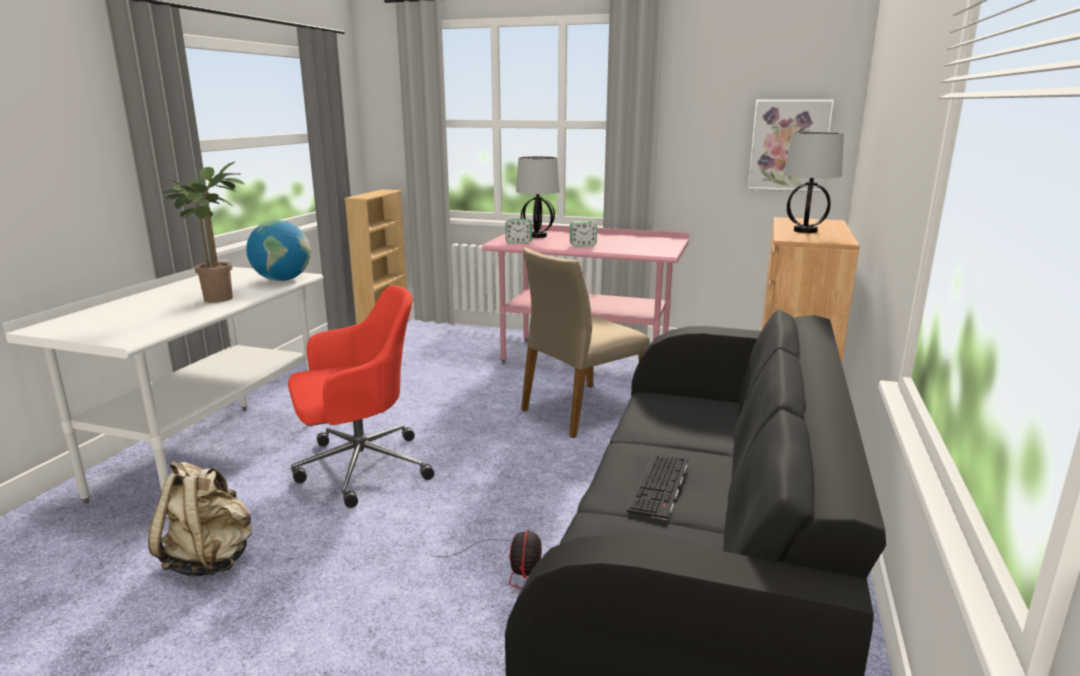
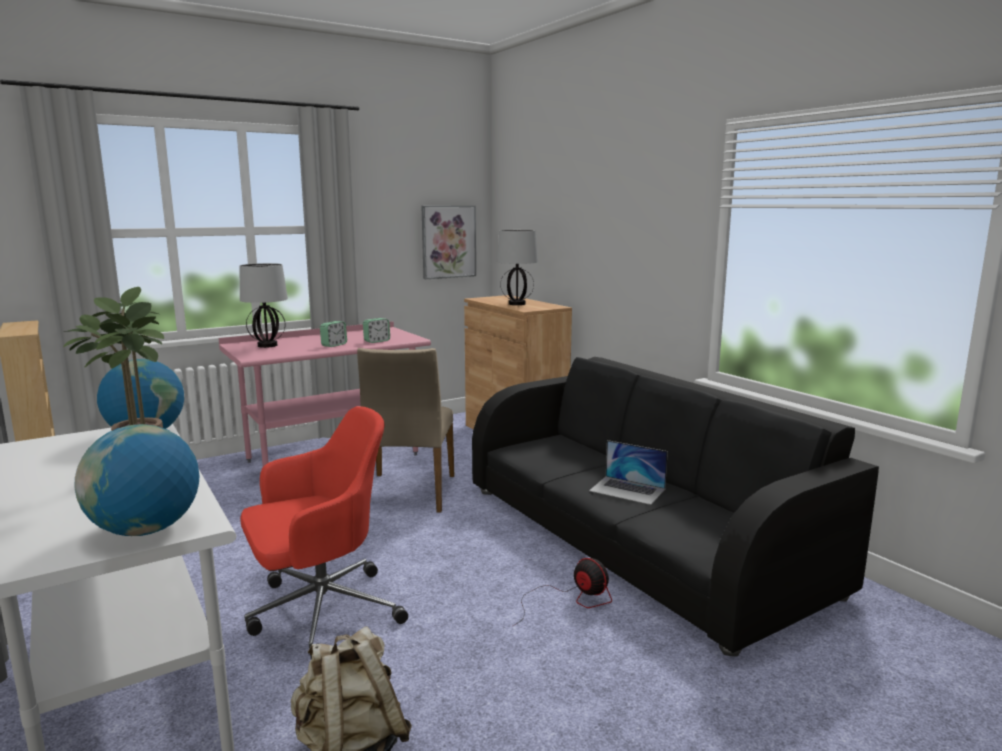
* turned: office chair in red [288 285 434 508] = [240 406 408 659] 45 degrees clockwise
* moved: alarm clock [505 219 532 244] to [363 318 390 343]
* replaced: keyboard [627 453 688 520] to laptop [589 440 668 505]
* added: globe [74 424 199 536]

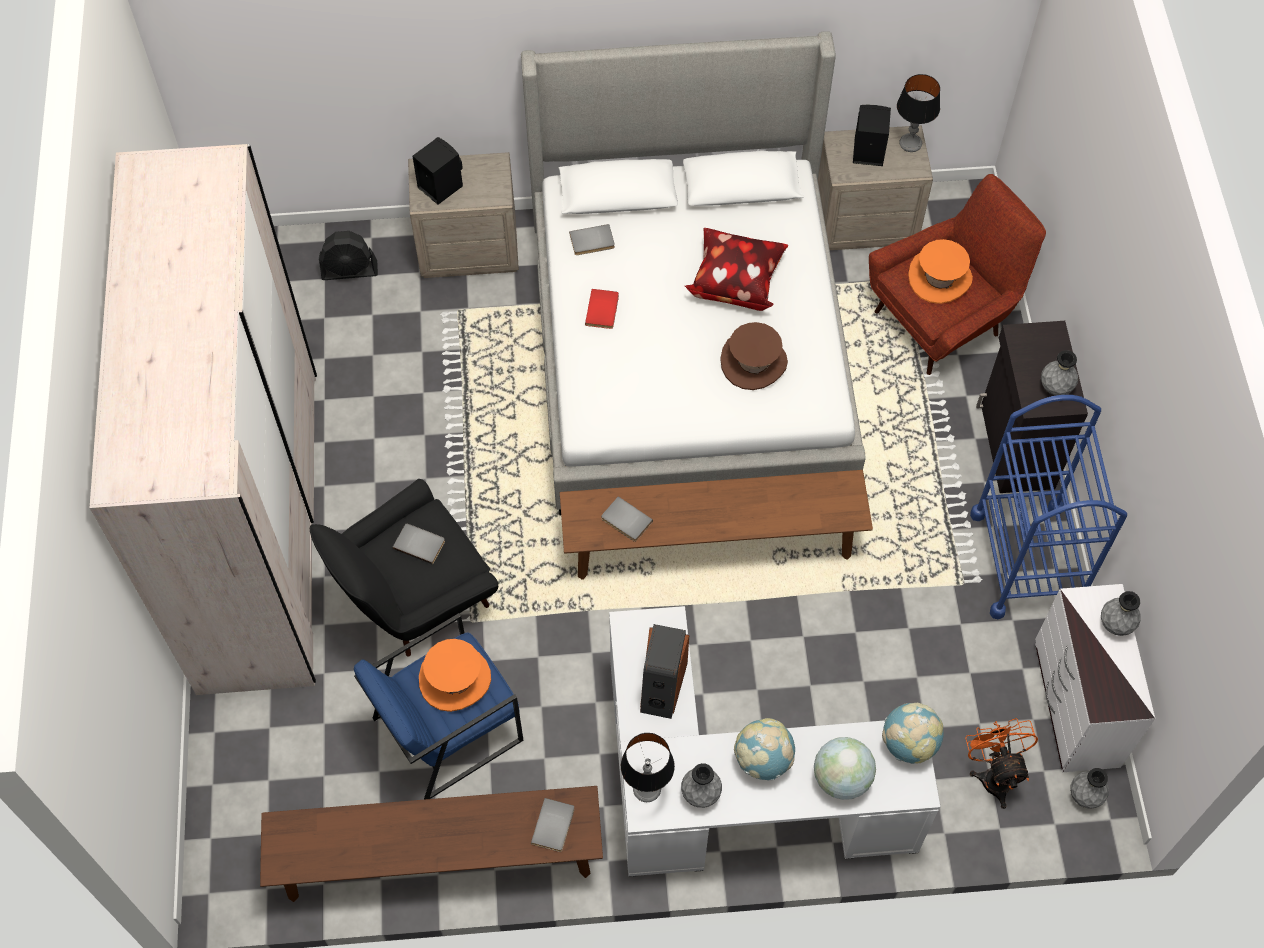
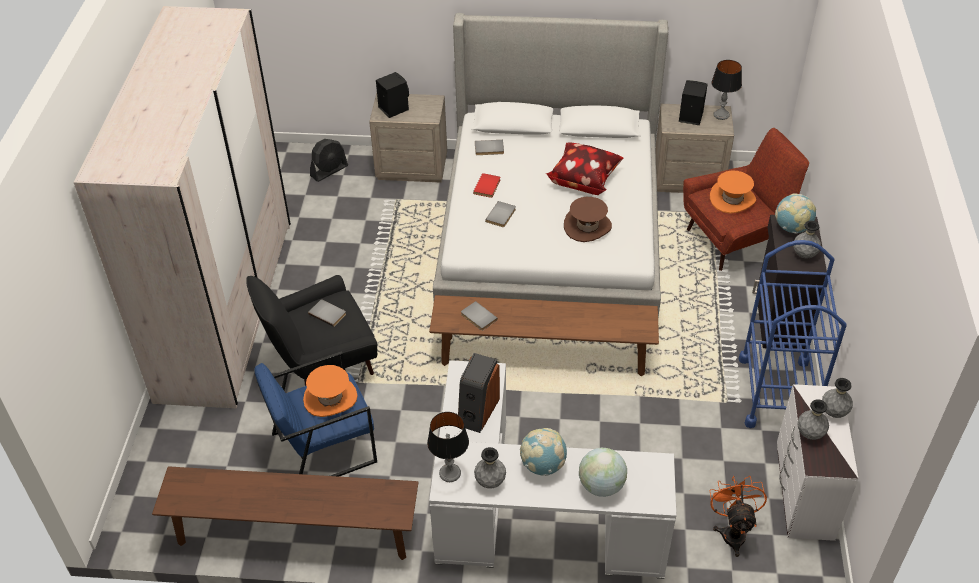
* turned: fan in black [319 231 378 280] = [310 139 348 182] 45 degrees counterclockwise
* moved: book in grey [531 798 575 852] to [485 201 516 227]
* moved: globe [882 703 944 764] to [775 193 816 234]
* moved: vase in grey [1070 768 1109 809] to [797 399 829 440]

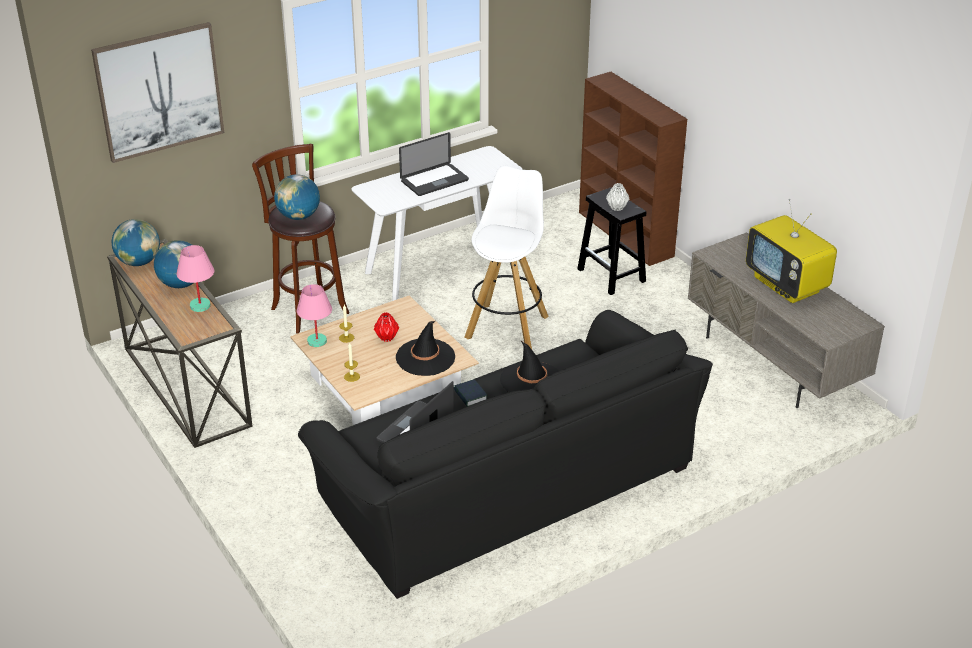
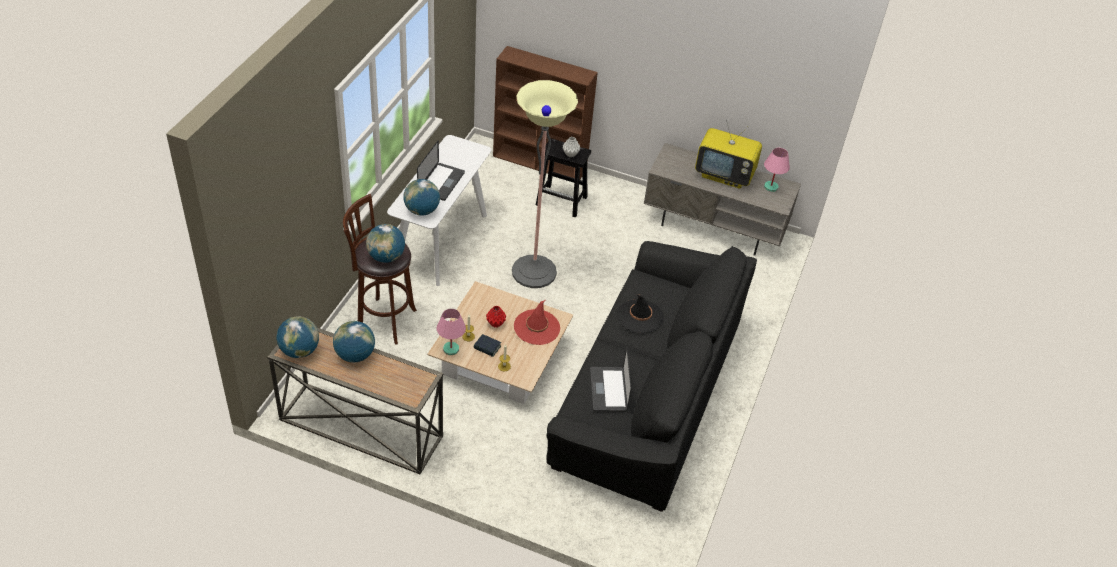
* removed: picture [91 22 224 163]
* moved: table lamp in pink [176 245 214 312] to [764 148 790 192]
* recoloured: hat in black [396 321 455 376] to hat in red [514 300 560 345]
* moved: book [454 379 487 407] to [474 334 501 357]
* replaced: stool in white [465 166 549 349] to floor lamp [512 80 578 288]
* added: globe [403 179 440 216]

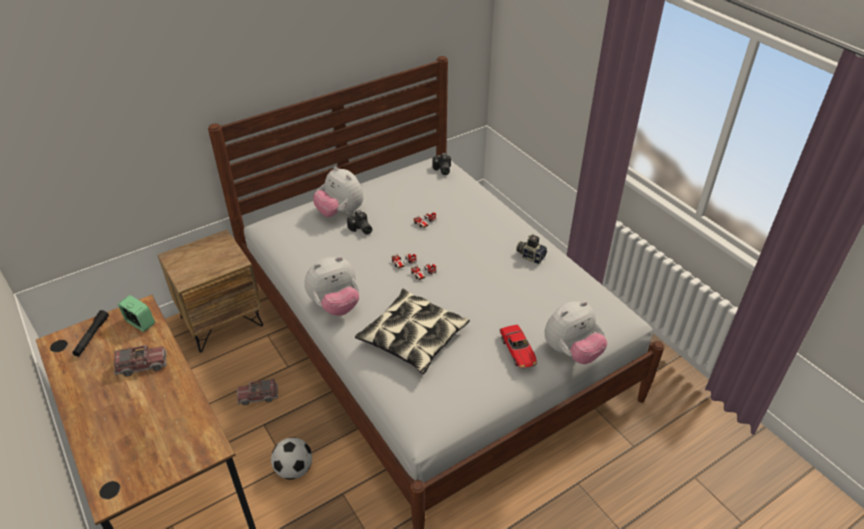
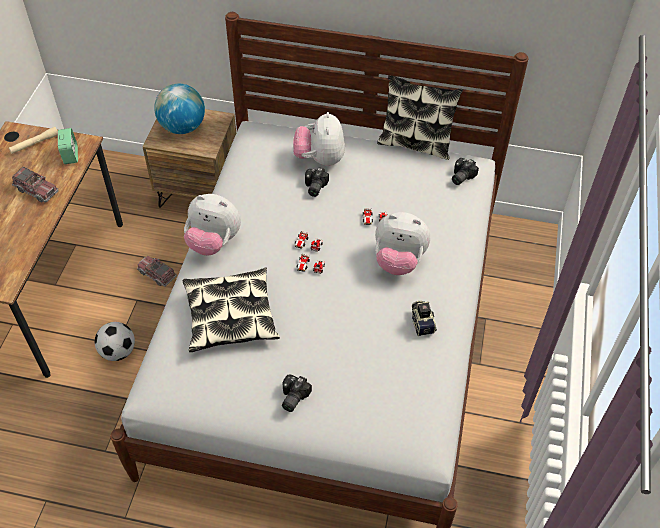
* recoloured: flashlight in black [72 310 109 357] to flashlight in beige [9 127 58 154]
* replaced: toy car [499 325 537 369] to photo camera [282 375 312 412]
* moved: plush toy [544 301 607 364] to [375 212 430 275]
* added: globe [154 84 205 134]
* added: pillow [377 75 463 160]

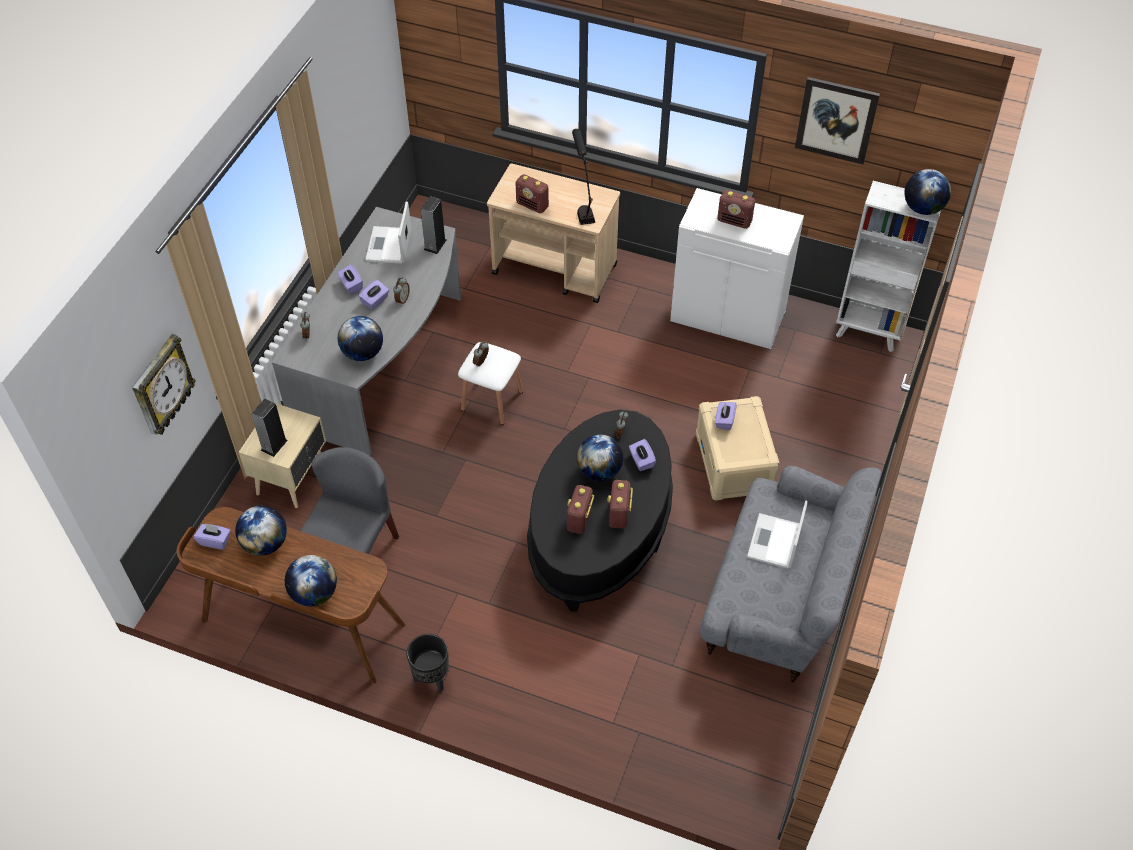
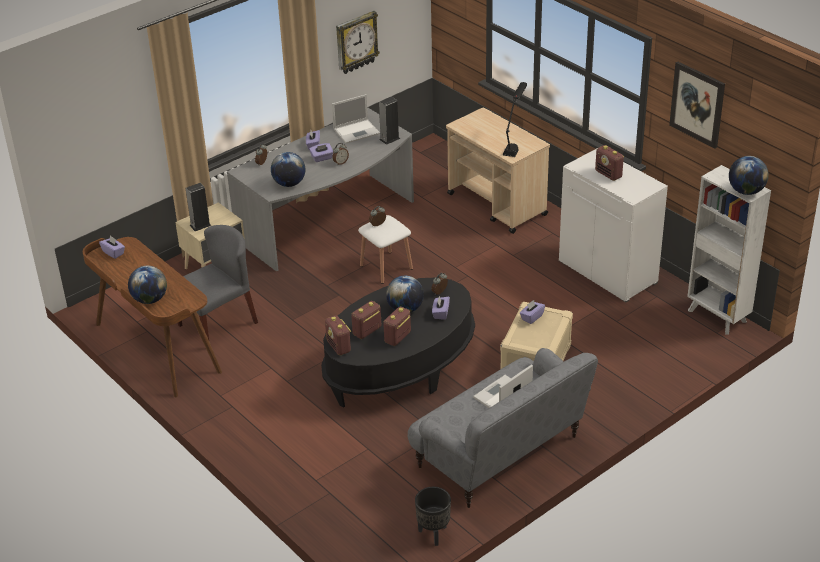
* moved: wall clock [132 334 196 435] to [336 11 380 74]
* removed: globe [235 505 287 556]
* turned: laptop [365 202 411 264] = [332 94 380 143] 150 degrees counterclockwise
* moved: planter in black [406 634 449 692] to [415 487 451 546]
* moved: radio [515 174 549 213] to [325 315 351 355]

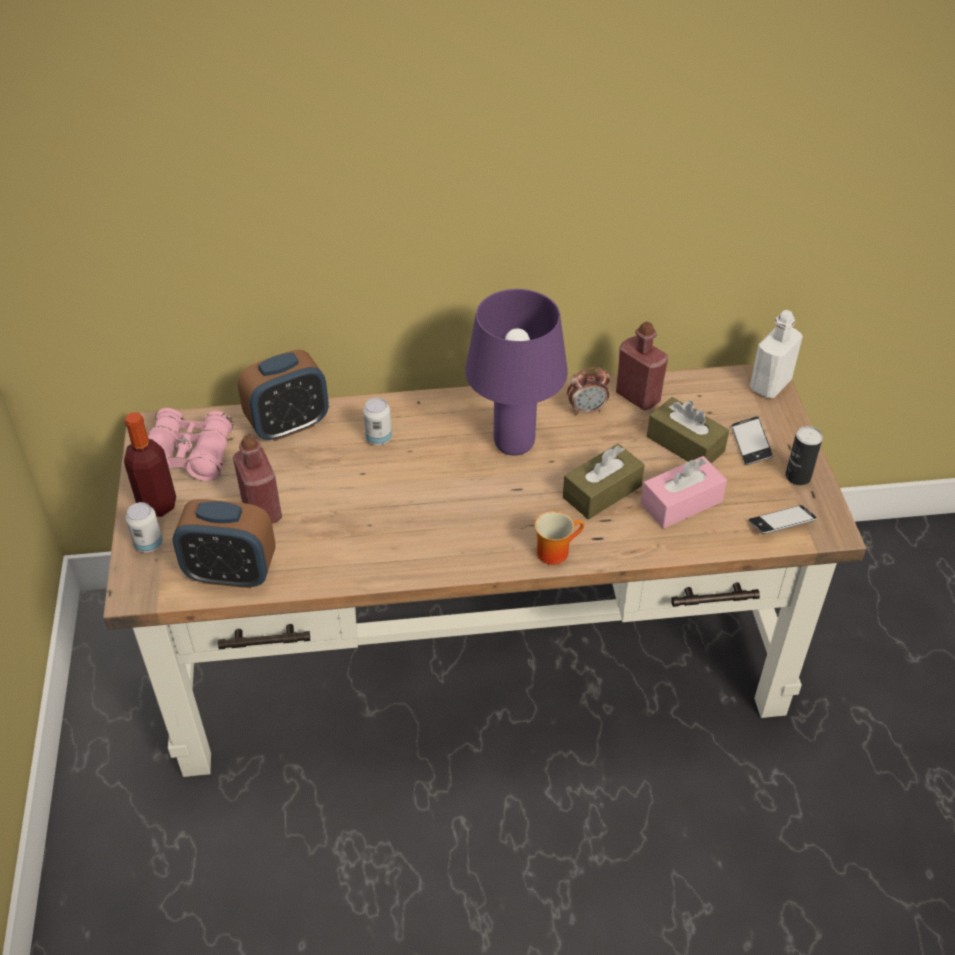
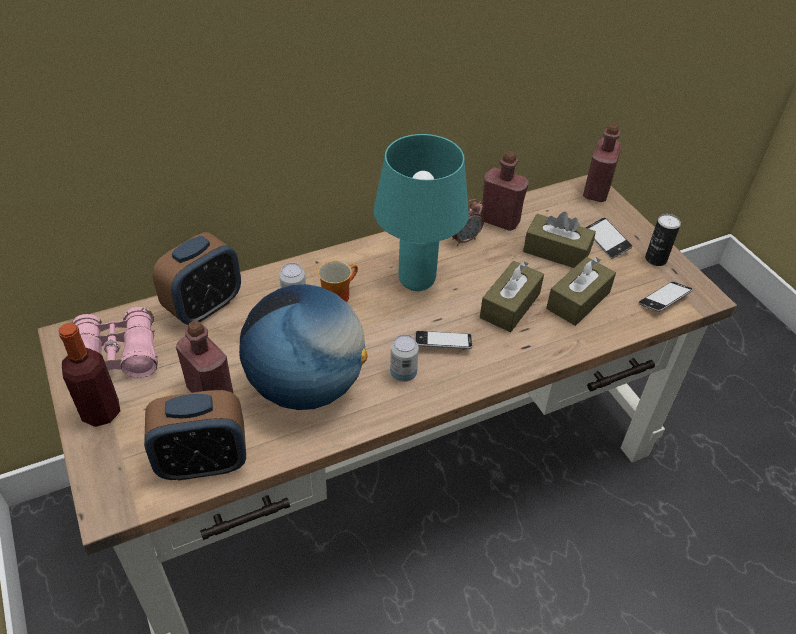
* moved: can [126 502 163 553] to [390 335 419 382]
* recoloured: table lamp in purple [465 289 568 456] to table lamp in turquoise [374 134 469 291]
* moved: mug [535 511 584 565] to [318 261 358 303]
* recoloured: tissue box in pink [641 456 727 529] to tissue box in brown [546 257 616 326]
* recoloured: bottle in white [750 310 803 398] to bottle in red [583 123 622 202]
* added: globe [239 284 367 410]
* added: phone [415 331 472 349]

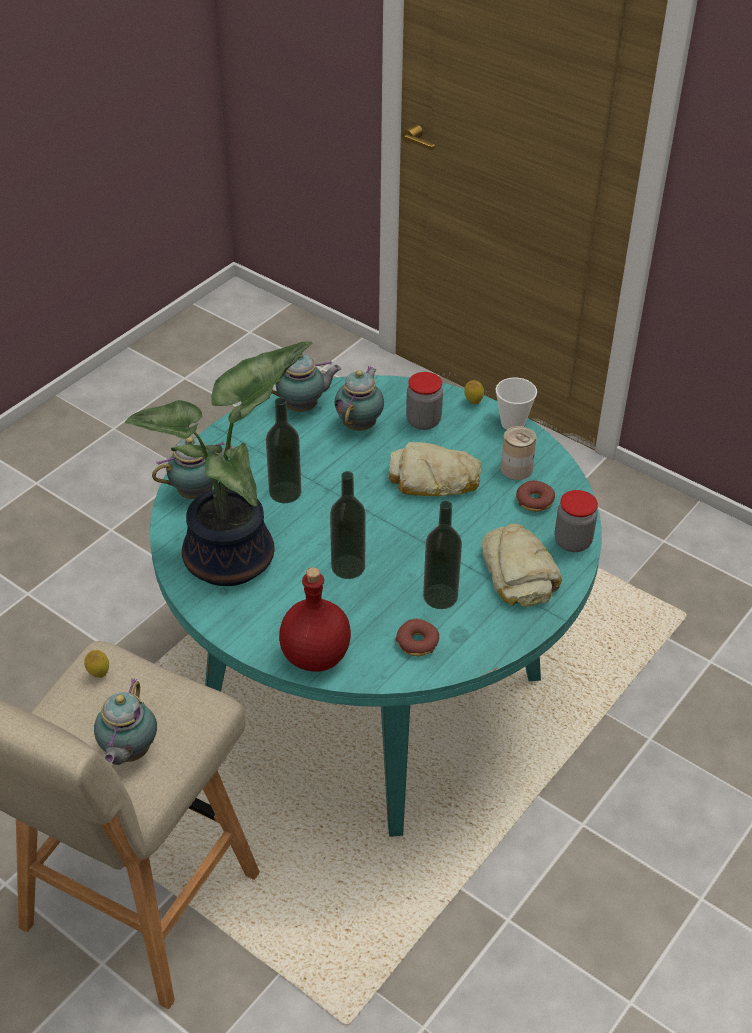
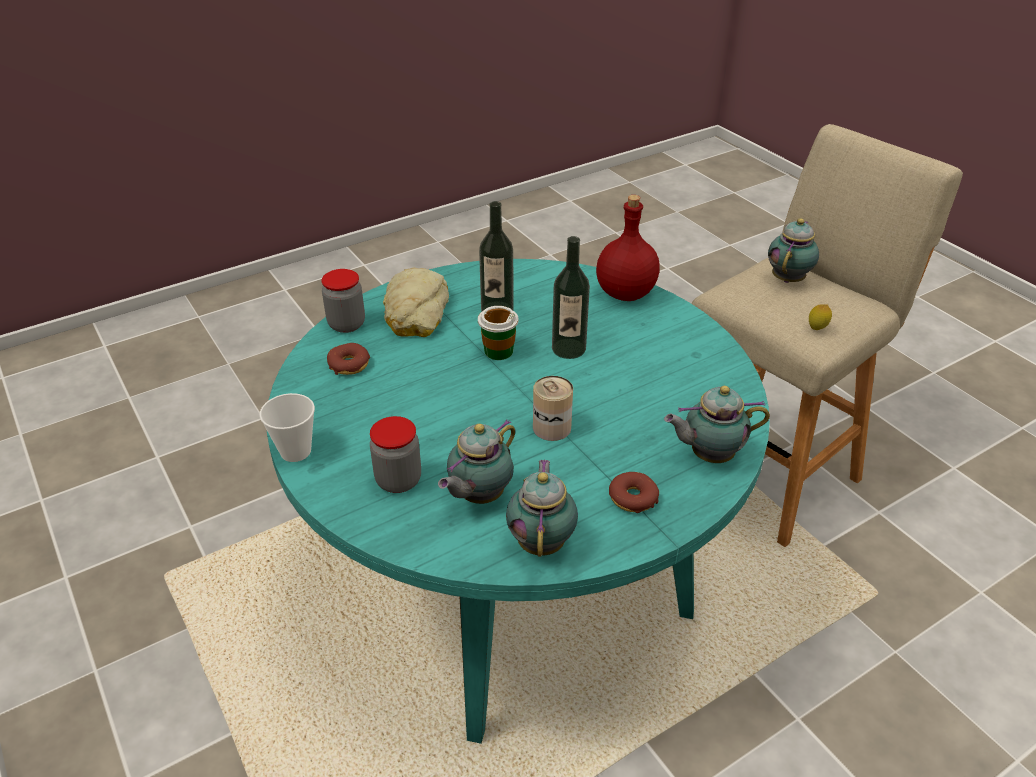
* removed: potted plant [125 342 312 586]
* removed: bottle [266 398 301 503]
* turned: teapot [272 353 341 412] = [506 459 578 557] 90 degrees clockwise
* removed: bread [389 442 481 496]
* moved: donut [395 619 439 656] to [609 472 659 513]
* removed: lemon [464 380 484 404]
* moved: can [501 426 537 480] to [533 376 573 441]
* added: cup [478 306 519 360]

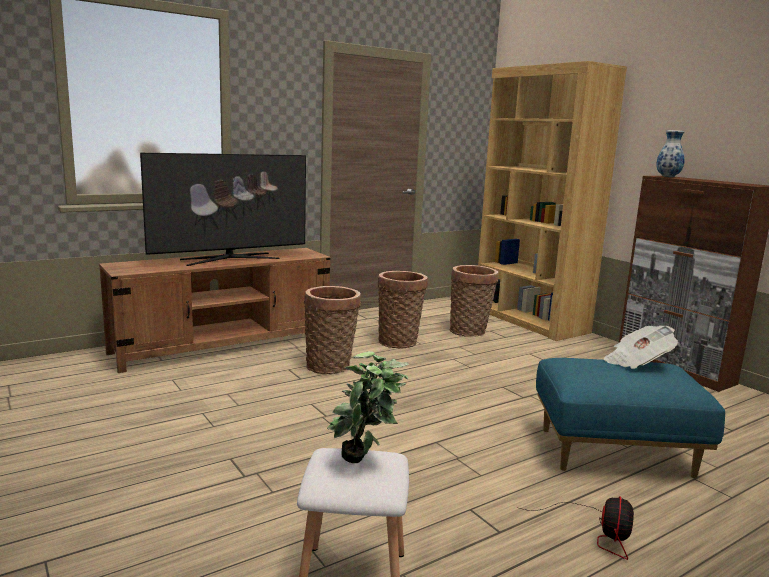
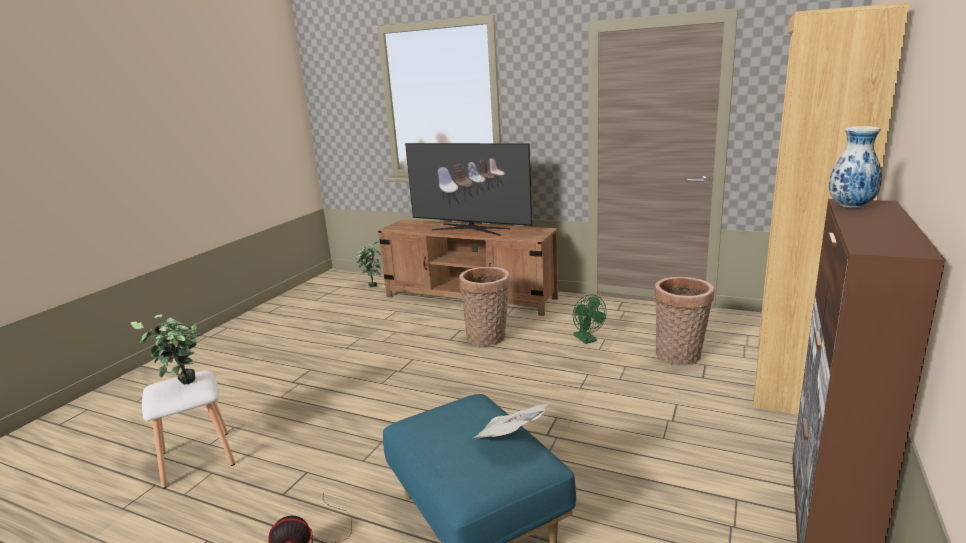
* replaced: basket [378 271 428 349] to fan in green [573 294 607 344]
* added: potted plant [357 242 382 288]

